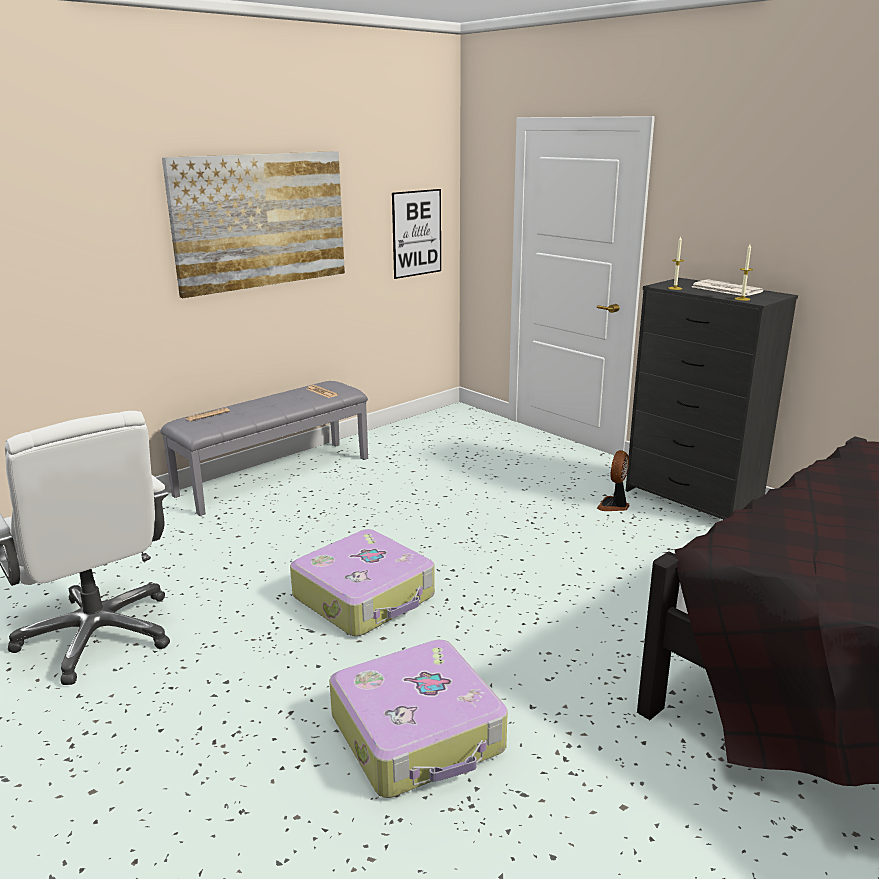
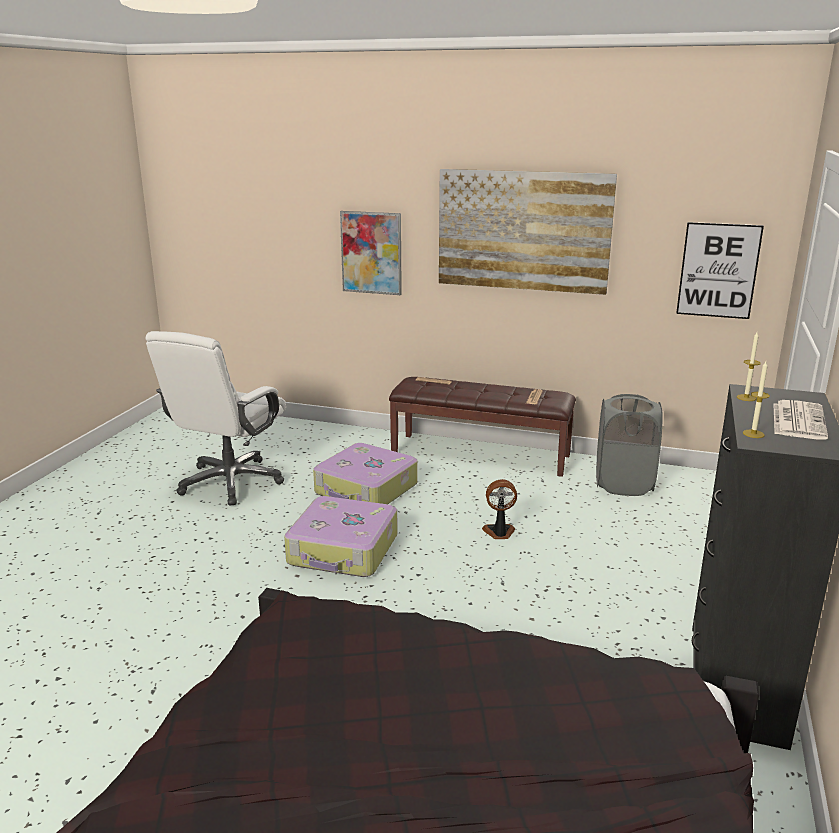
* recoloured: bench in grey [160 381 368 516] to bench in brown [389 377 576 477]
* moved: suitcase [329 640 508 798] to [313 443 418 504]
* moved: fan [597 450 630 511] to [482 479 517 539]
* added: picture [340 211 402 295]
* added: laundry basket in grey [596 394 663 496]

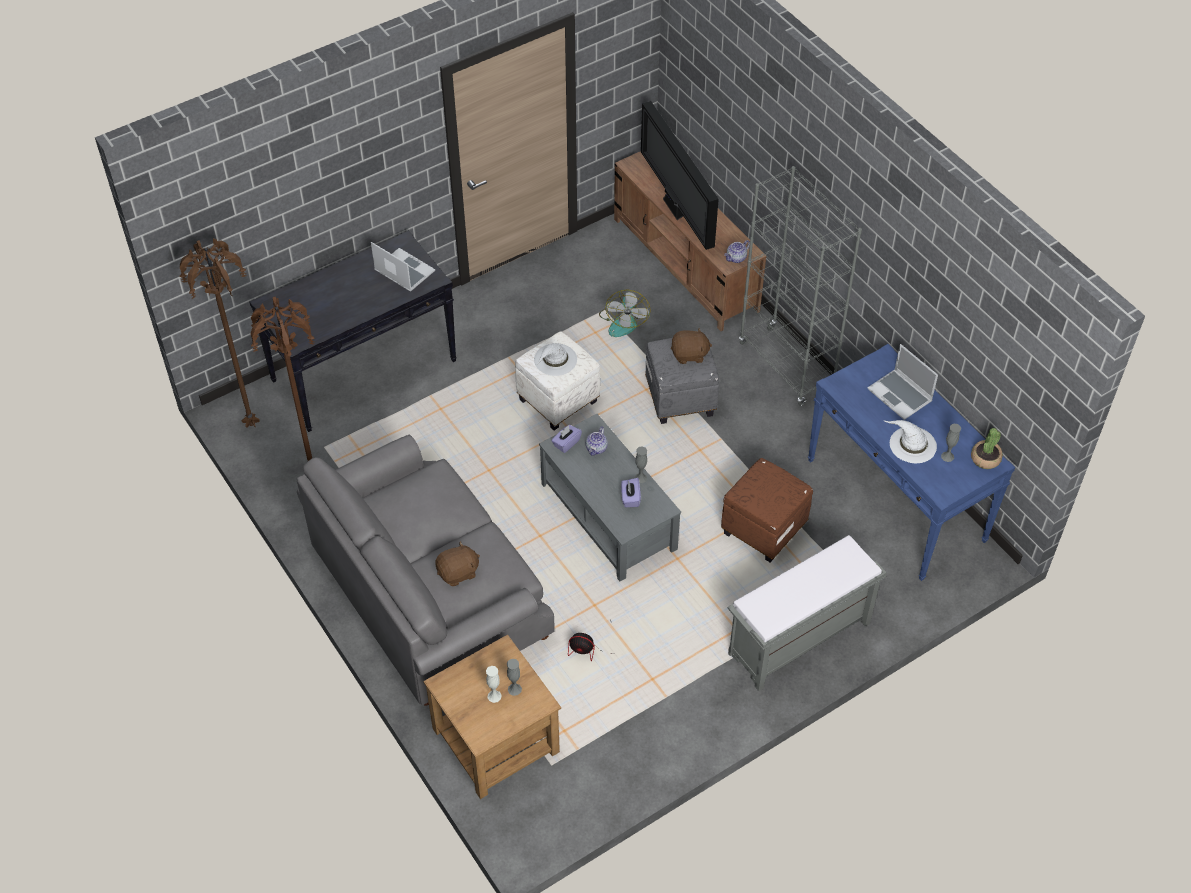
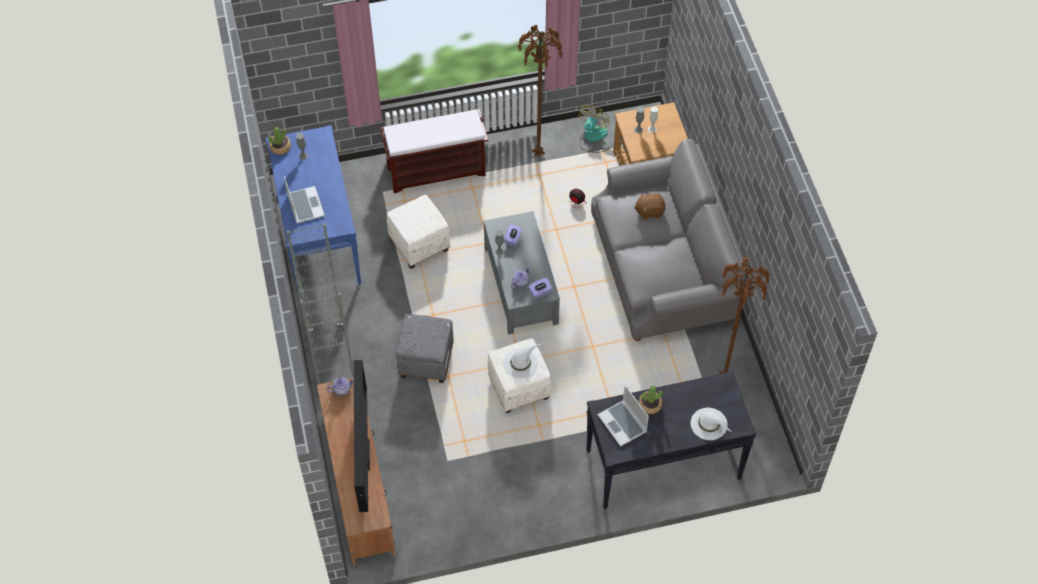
* moved: floor lamp in brown [180 238 259 428] to [518 25 563 157]
* moved: fan [599 290 651 337] to [579 105 610 153]
* removed: plush toy in brown [671 327 712 364]
* recoloured: ottoman in brown [721 458 813 562] to ottoman in white [386 195 450 269]
* recoloured: bench in grey [728 535 887 691] to bench in brown [380 109 488 193]
* moved: hat in white [884 420 937 463] to [691 408 732 440]
* added: potted plant [639 385 663 414]

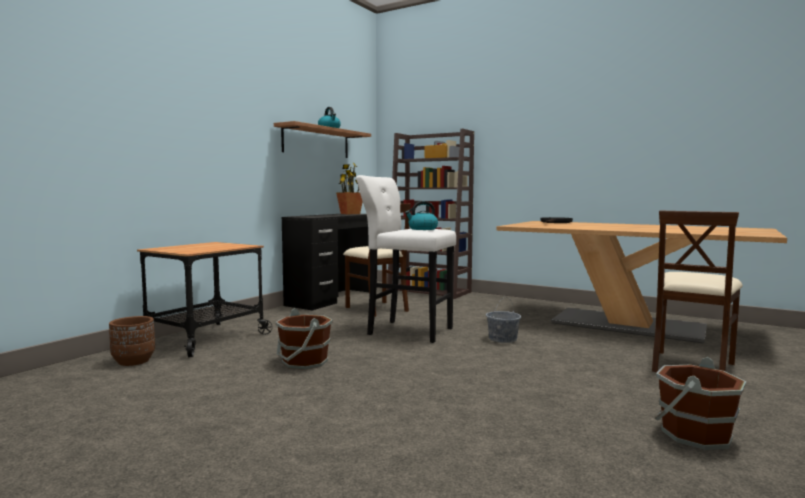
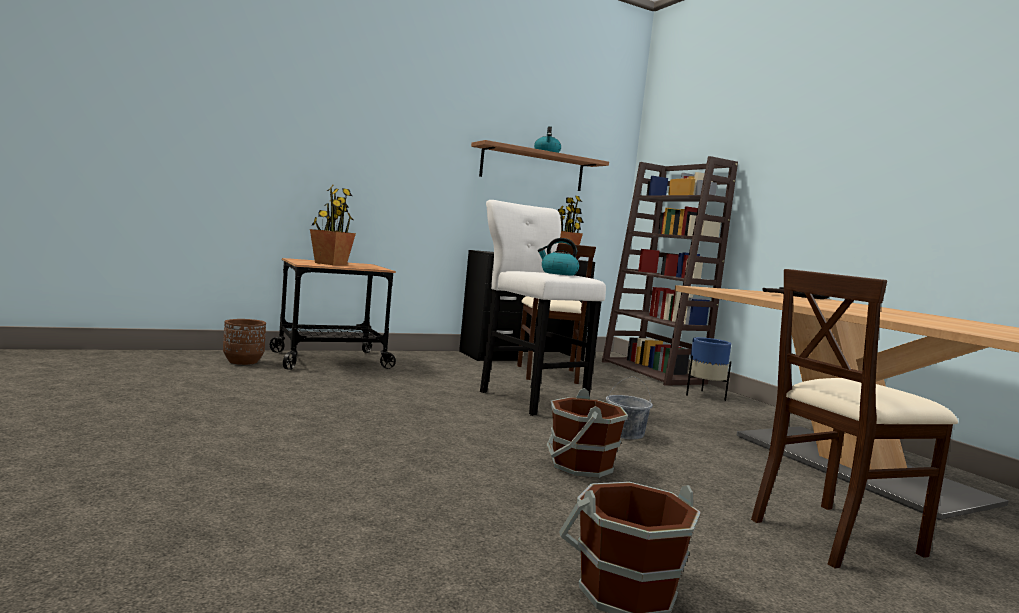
* moved: bucket in brown [275 308 333 370] to [547 388 628 478]
* added: potted plant [310 185 356 265]
* added: planter in blue [686 337 731 401]

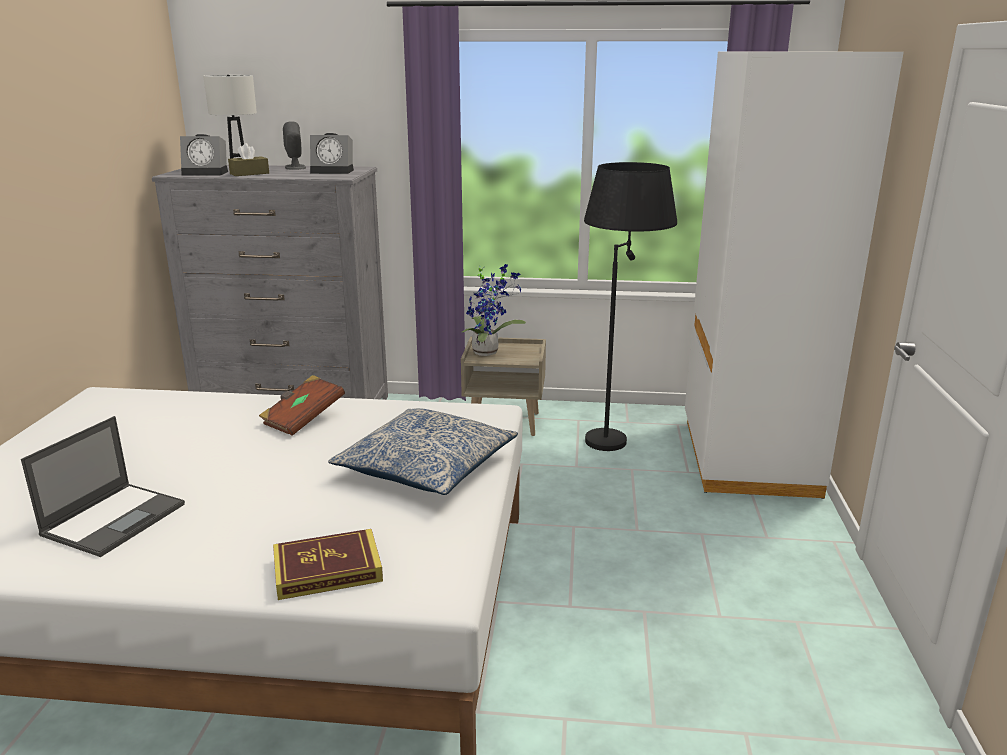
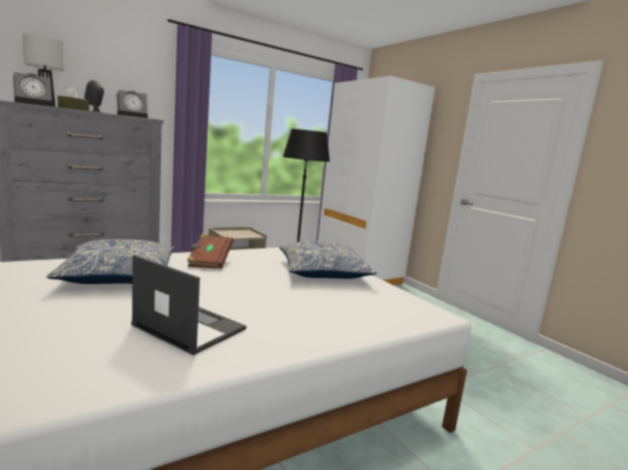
* turned: laptop [21 416 185 557] = [131 255 247 355] 45 degrees counterclockwise
* removed: book [273 529 383 600]
* removed: potted plant [461 264 526 356]
* added: pillow [47 239 175 284]

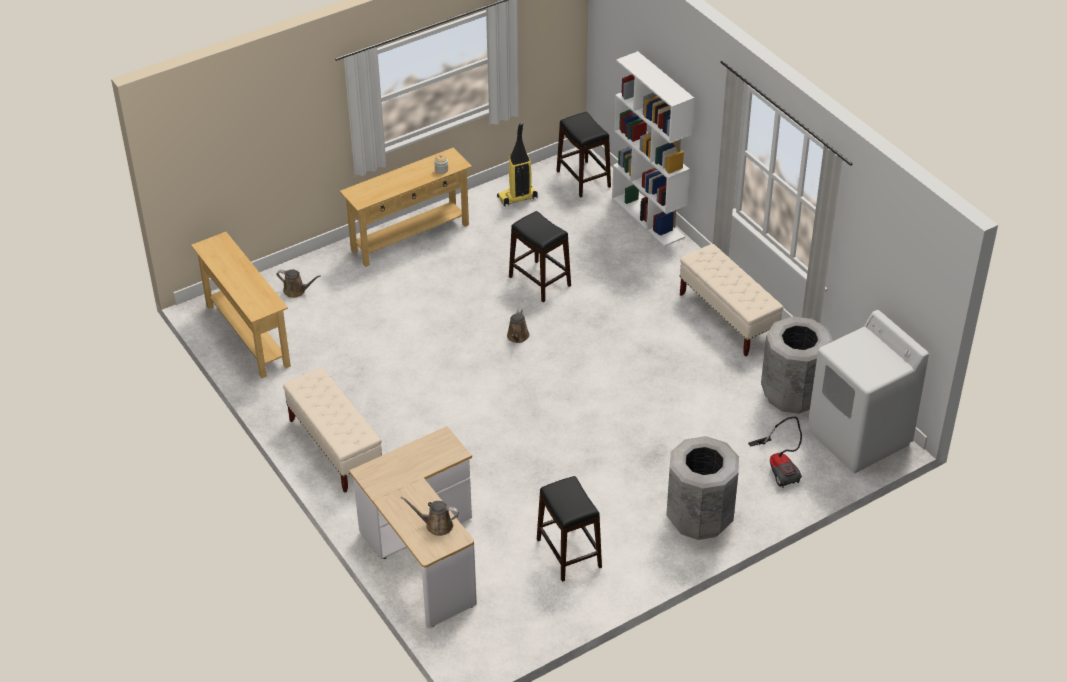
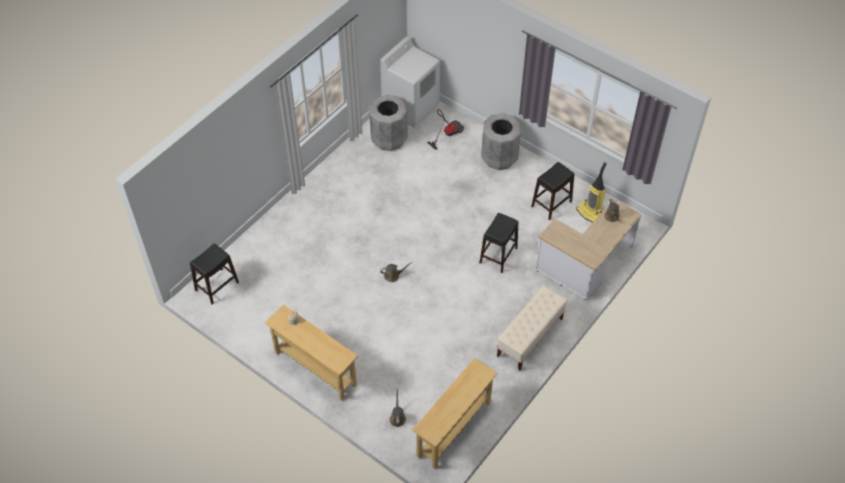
* moved: vacuum cleaner [497 122 538 206] to [576 162 607 223]
* moved: stool in black [509 211 571 302] to [480 213 518 273]
* removed: bookcase in white [612 51 694 247]
* removed: bench in beige [680 244 784 357]

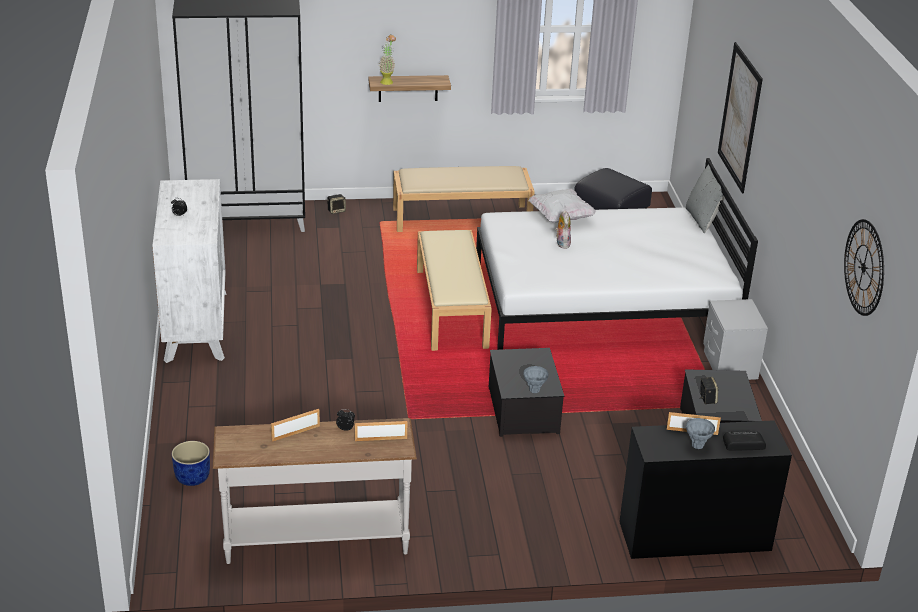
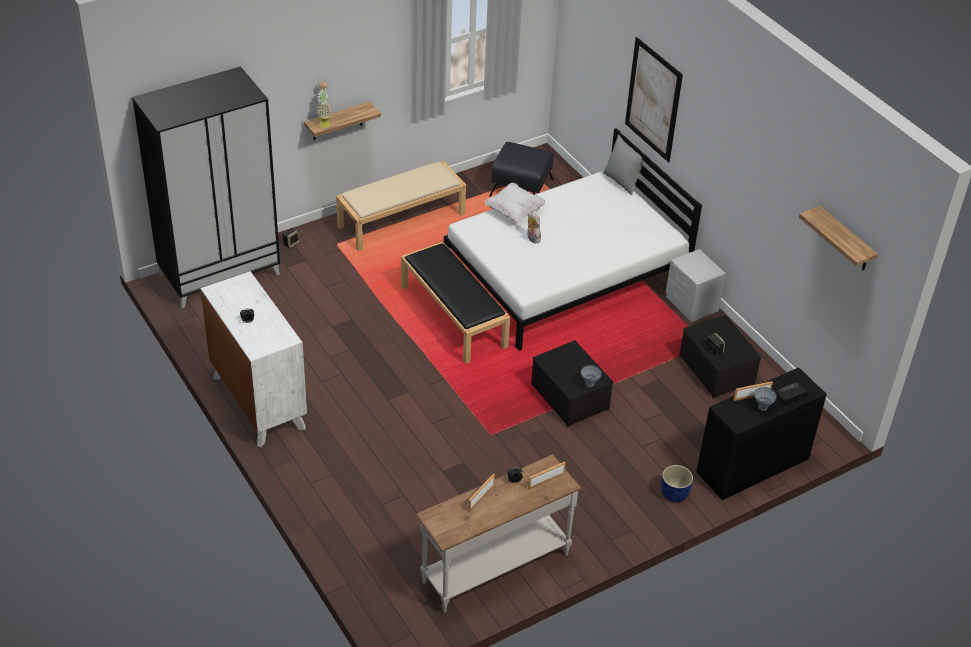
* moved: planter in blue [172 441 210 486] to [661 465 693 502]
* recoloured: bench in beige [417 230 492 351] to bench in black [401 242 510 364]
* replaced: wall clock [844 219 884 316] to shelf [799 206 878 271]

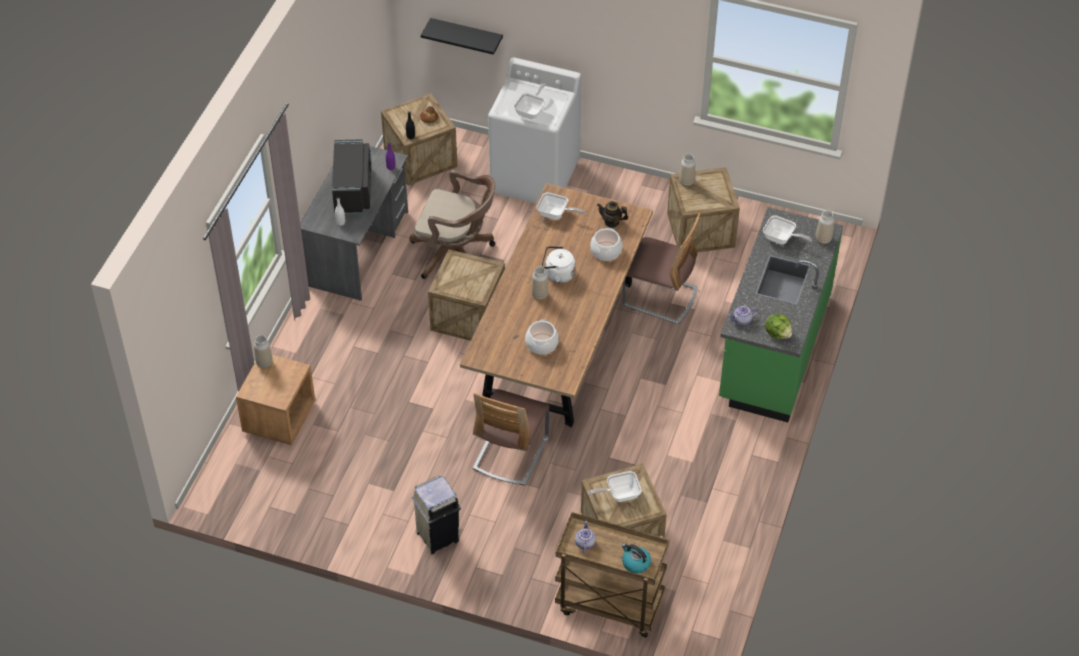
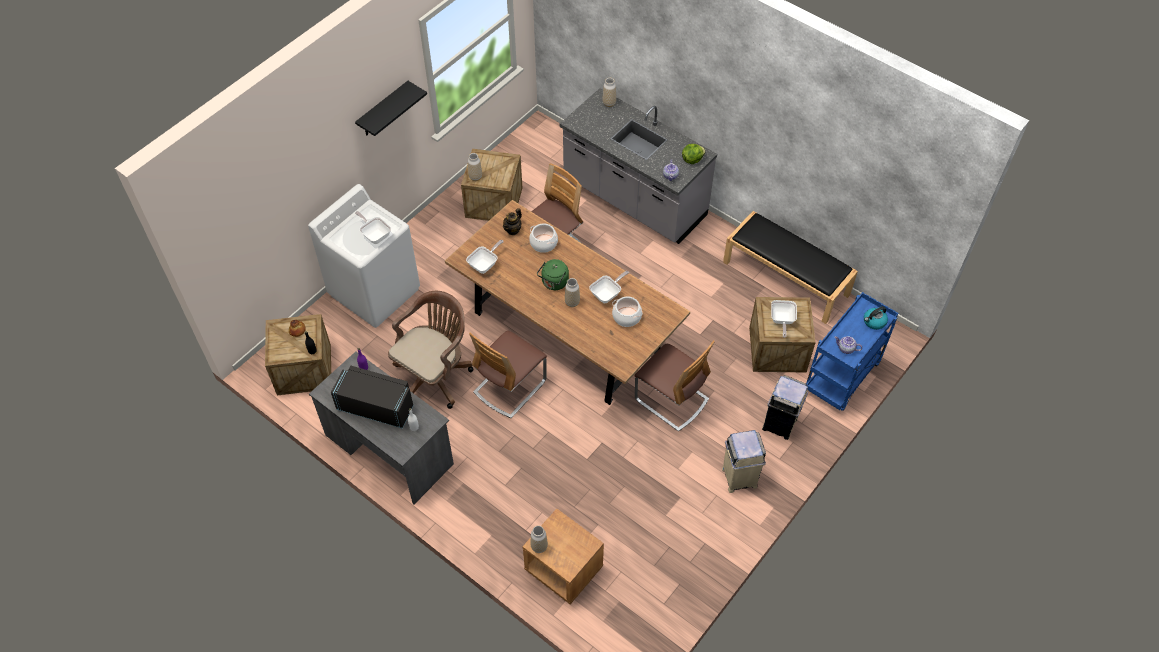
* moved: shelf in black [421 18 503 55] to [355 81 427 136]
* replaced: crate [428 249 505 341] to chair [469 331 547 418]
* recoloured: kettle in white [542 246 576 283] to kettle in green [537 259 569 290]
* recoloured: cart in brown [555 512 669 637] to cart in blue [806 292 899 411]
* recoloured: counter in green [719 207 843 422] to counter in grey [560 88 717 244]
* moved: frying pan [763 215 812 244] to [589 271 629 303]
* added: bench in black [723 211 858 324]
* added: trash can in beige [762 375 808 440]

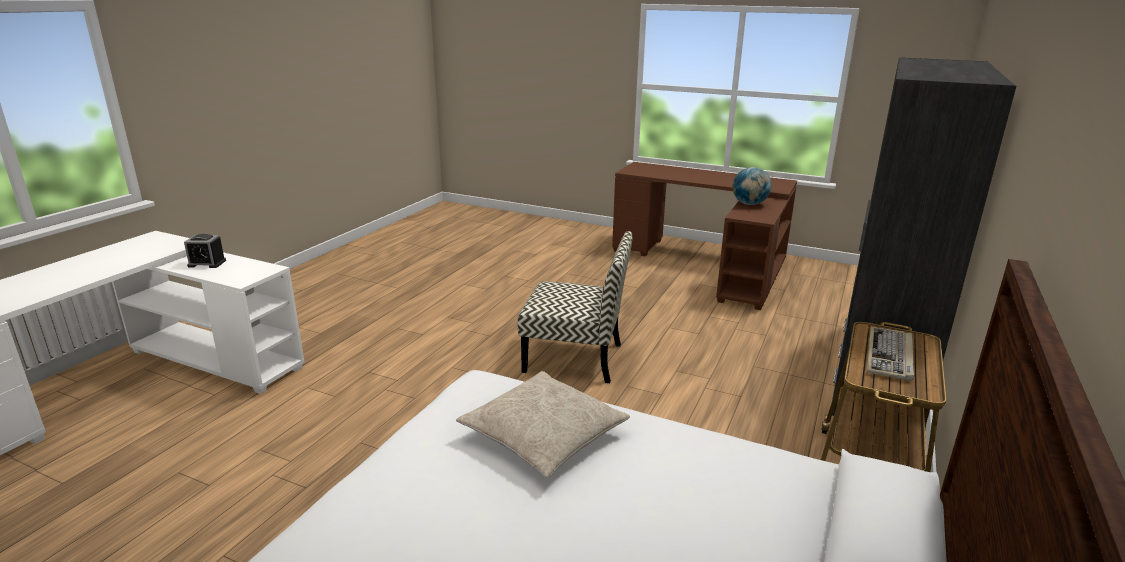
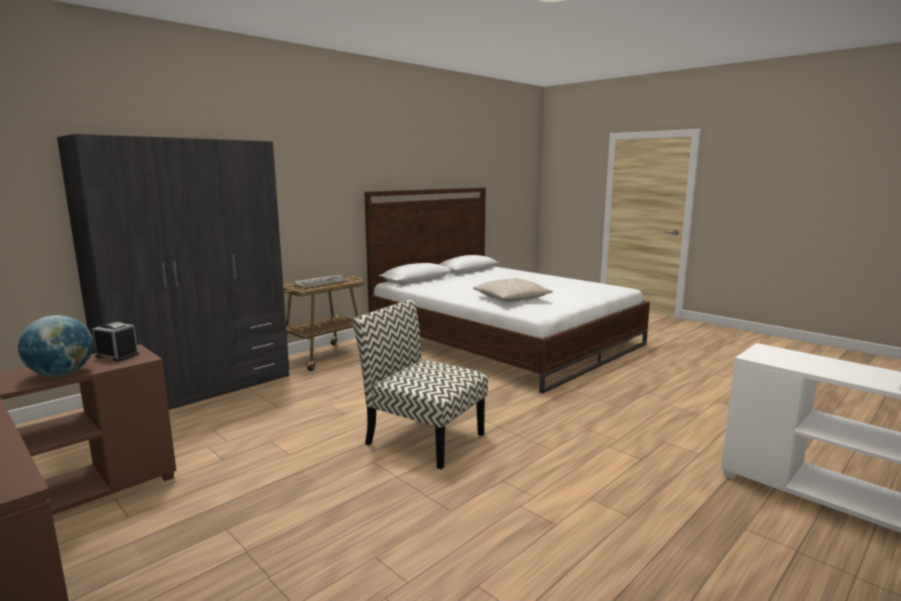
* moved: alarm clock [184 234 226 268] to [92 322 139 361]

